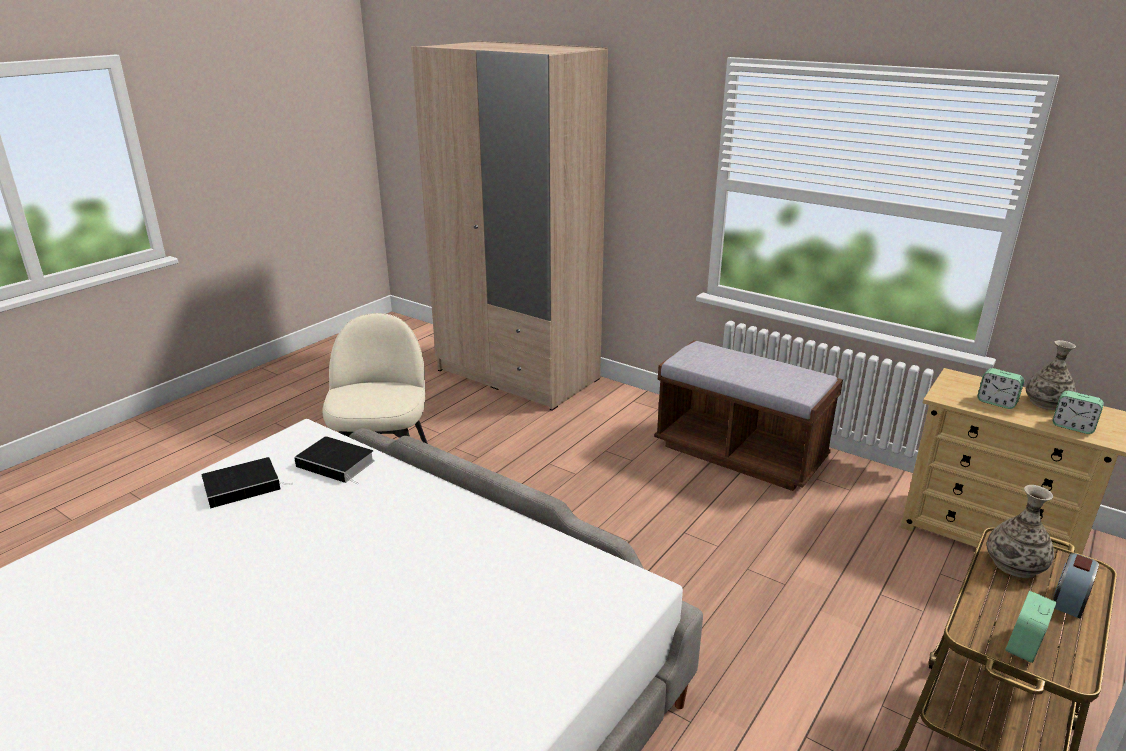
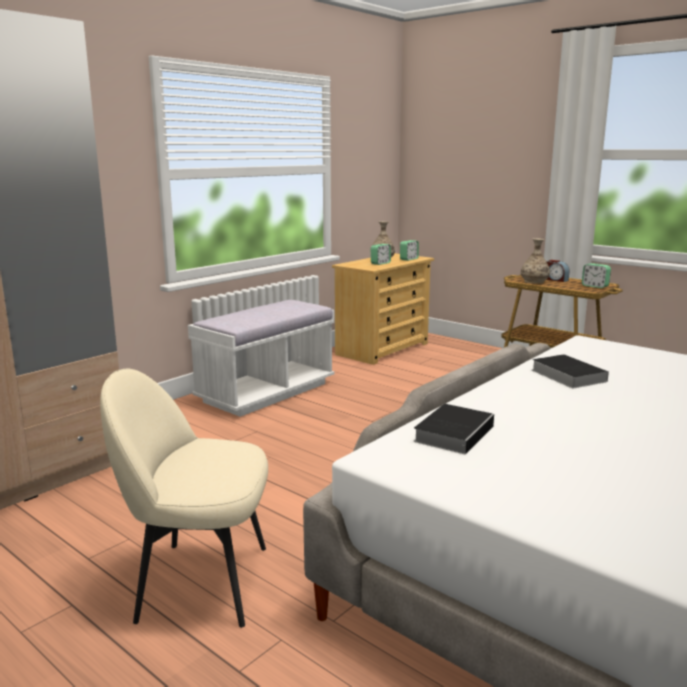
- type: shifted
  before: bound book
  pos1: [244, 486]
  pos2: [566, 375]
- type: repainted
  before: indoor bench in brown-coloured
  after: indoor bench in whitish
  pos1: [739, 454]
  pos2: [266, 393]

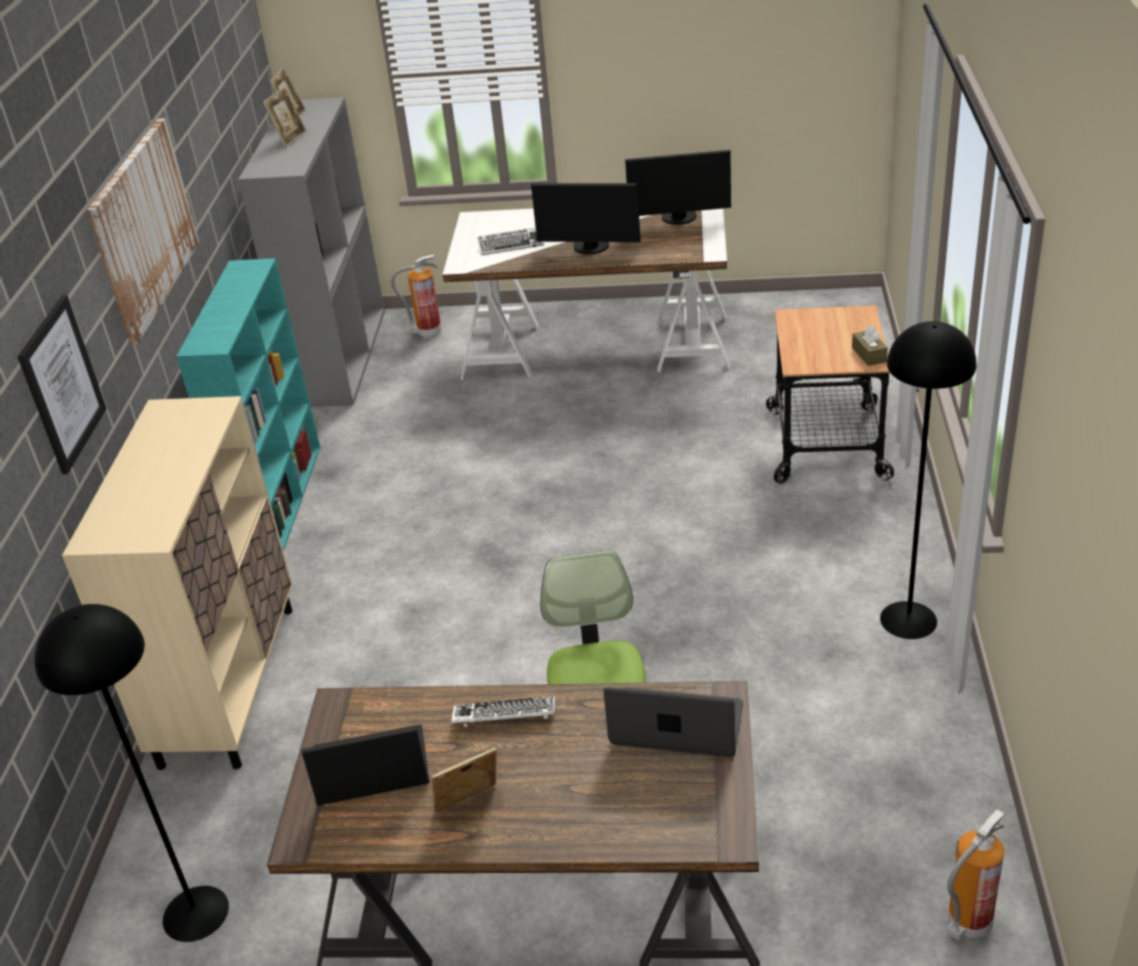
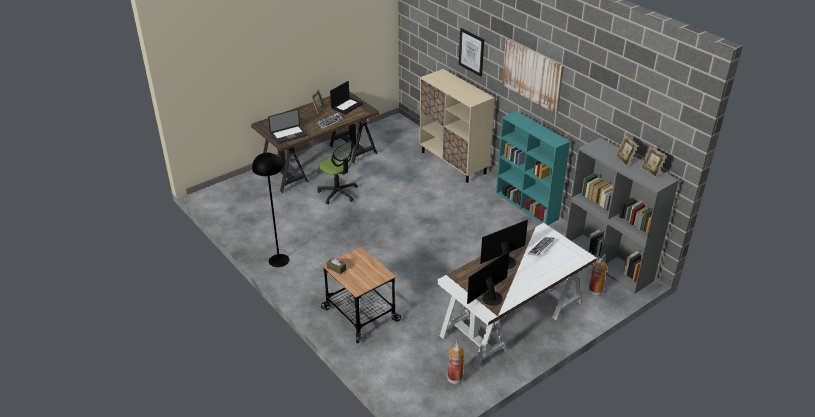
- type: gone
  before: standard lamp in black
  pos1: [195, 913]
- type: shifted
  before: fire-fighting cylinder
  pos1: [968, 924]
  pos2: [455, 378]

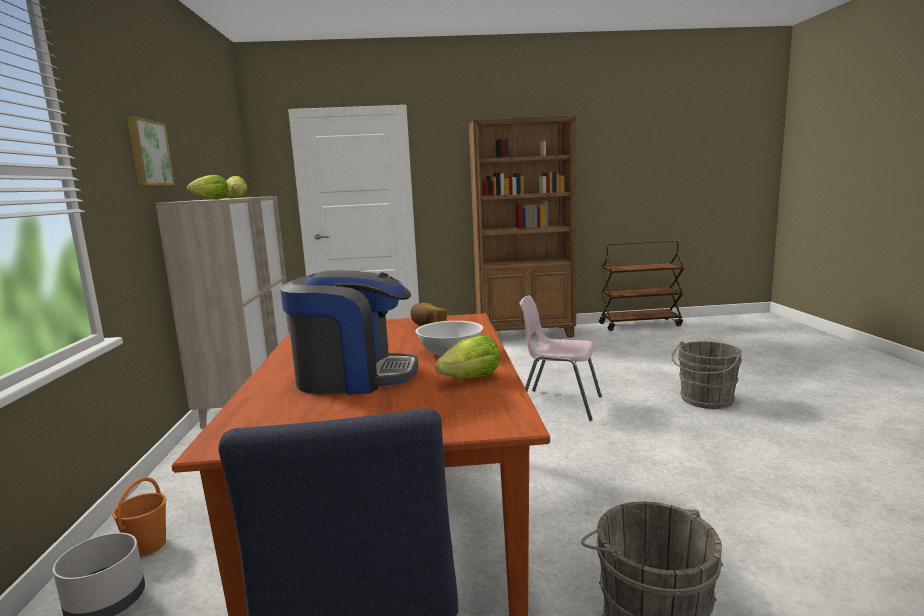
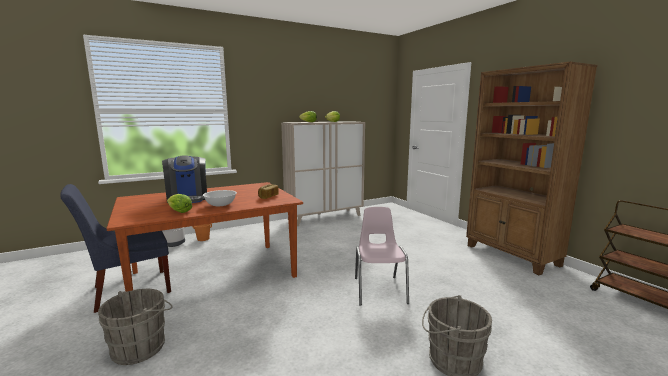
- type: gone
  before: wall picture
  pos1: [148, 153]

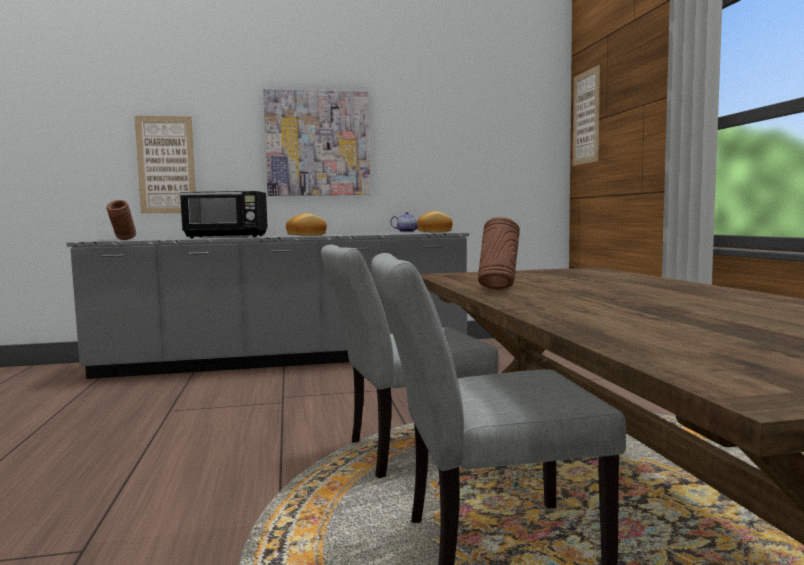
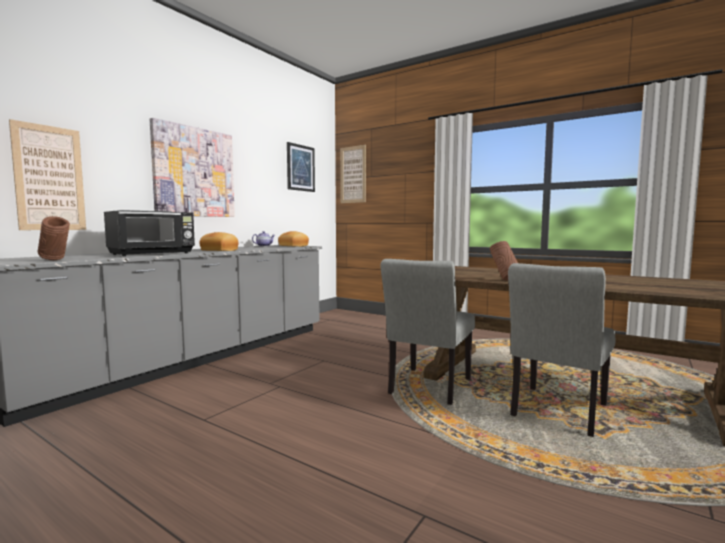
- type: new
  after: wall picture
  pos2: [300, 168]

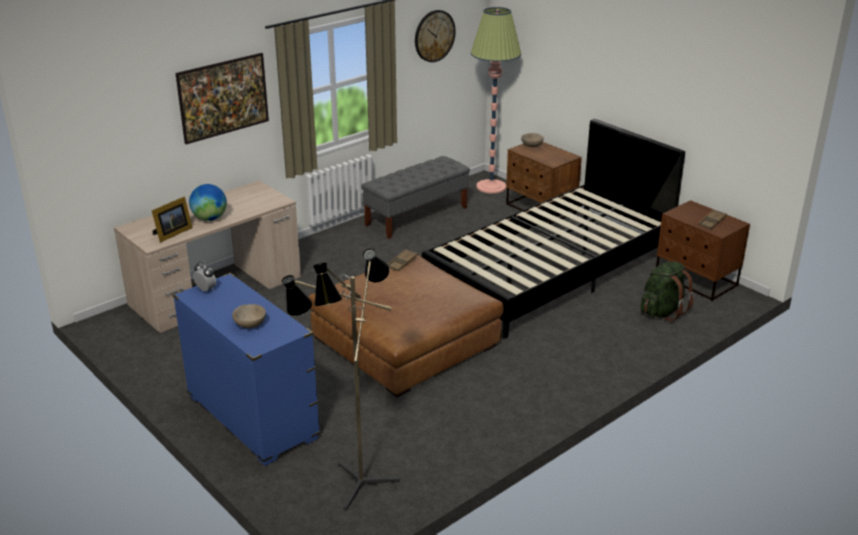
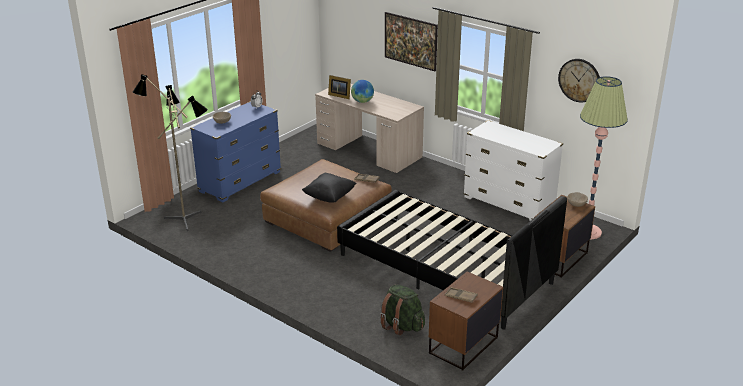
- type: swapped
  before: indoor bench in grey
  after: chest of drawers in whitish
  pos1: [417, 216]
  pos2: [509, 203]
- type: new
  after: cushion in black
  pos2: [329, 197]

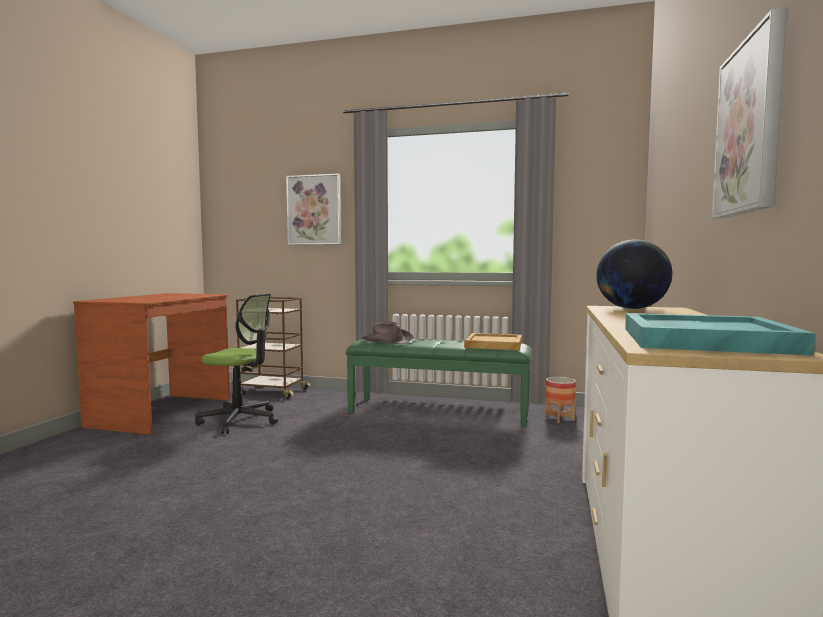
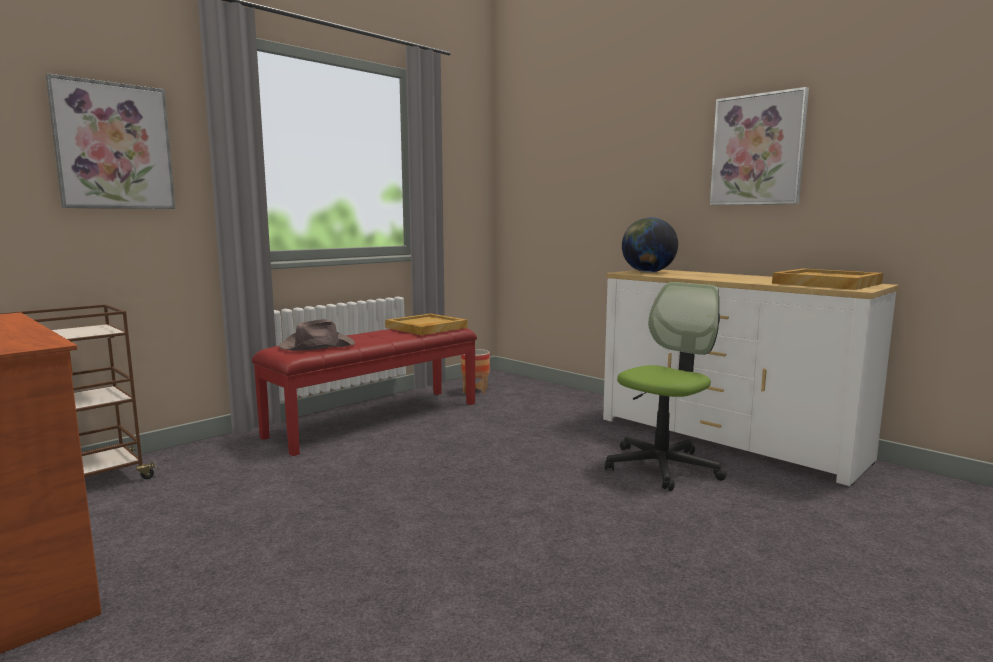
- type: shifted
  before: desk chair
  pos1: [240, 420]
  pos2: [662, 467]
- type: repainted
  before: indoor bench in green
  after: indoor bench in reddish
  pos1: [439, 411]
  pos2: [376, 419]
- type: repainted
  before: tray in turquoise-coloured
  after: tray in sand-coloured
  pos1: [702, 340]
  pos2: [825, 283]

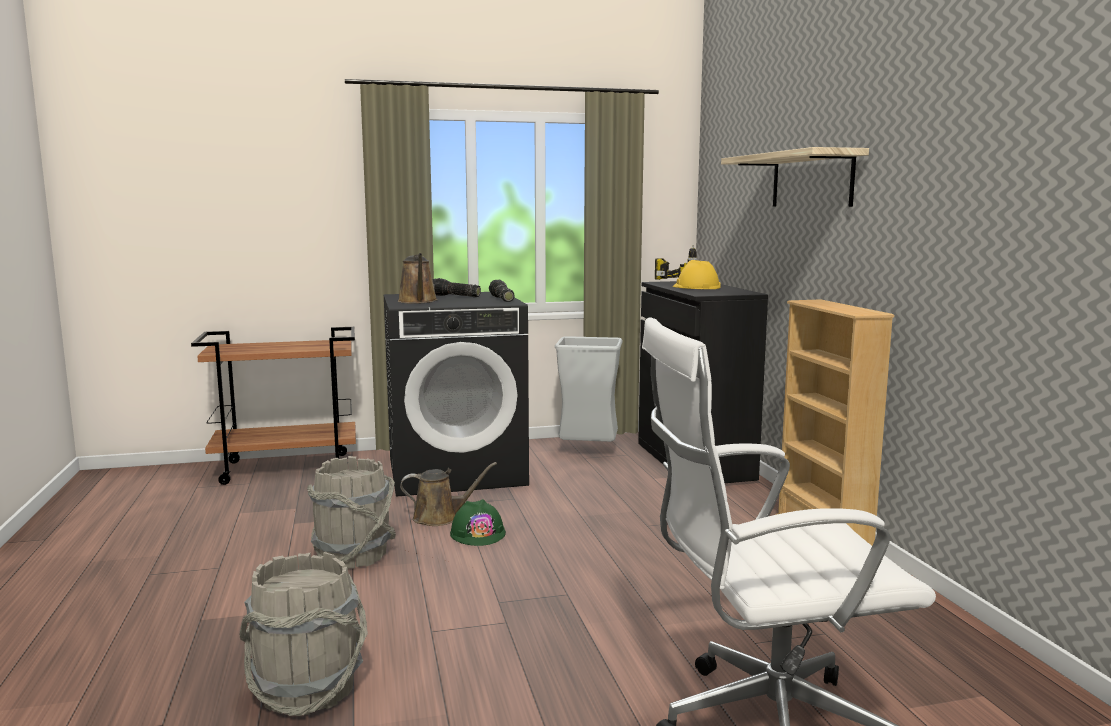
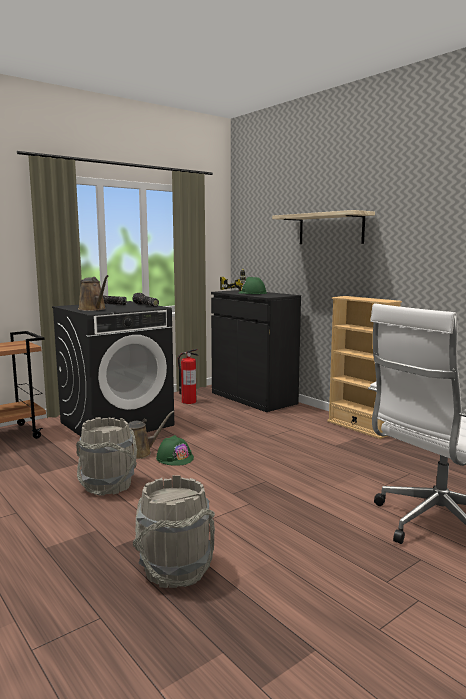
- type: swapped
  before: waste bin in grey
  after: fire-fighting cylinder
  pos1: [589, 453]
  pos2: [188, 401]
- type: repainted
  before: hard hat in yellow
  after: hard hat in green
  pos1: [696, 287]
  pos2: [252, 293]

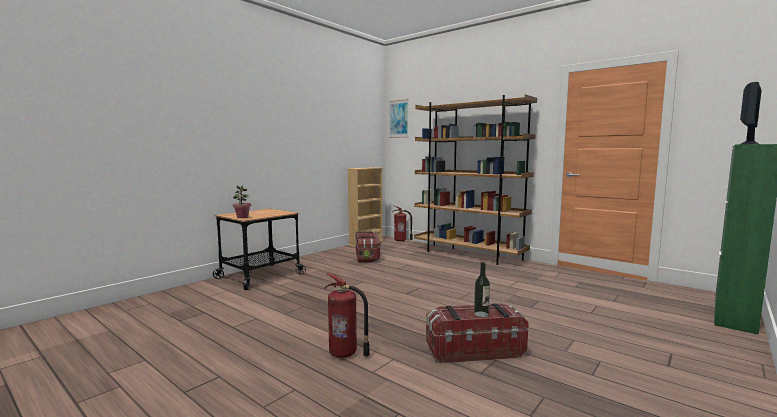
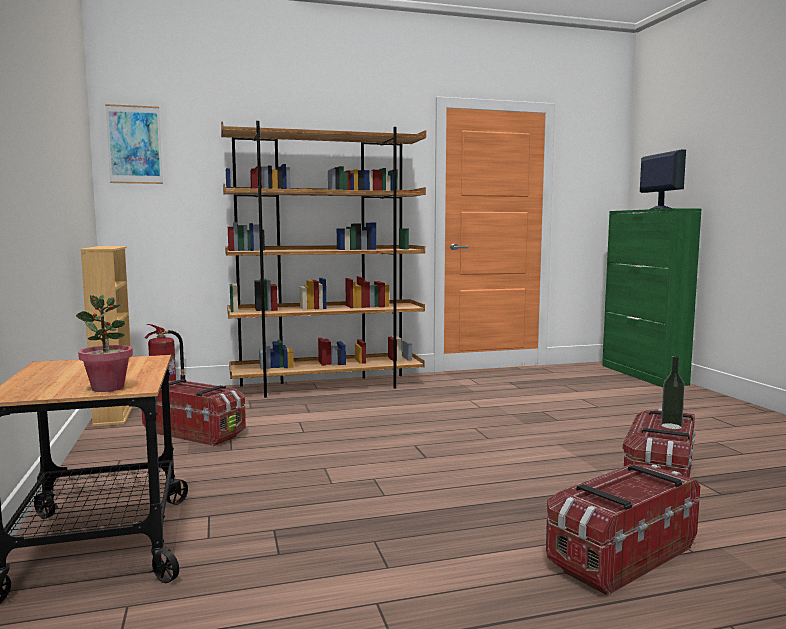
- type: swapped
  before: fire-fighting cylinder
  after: storage box
  pos1: [345, 354]
  pos2: [620, 555]

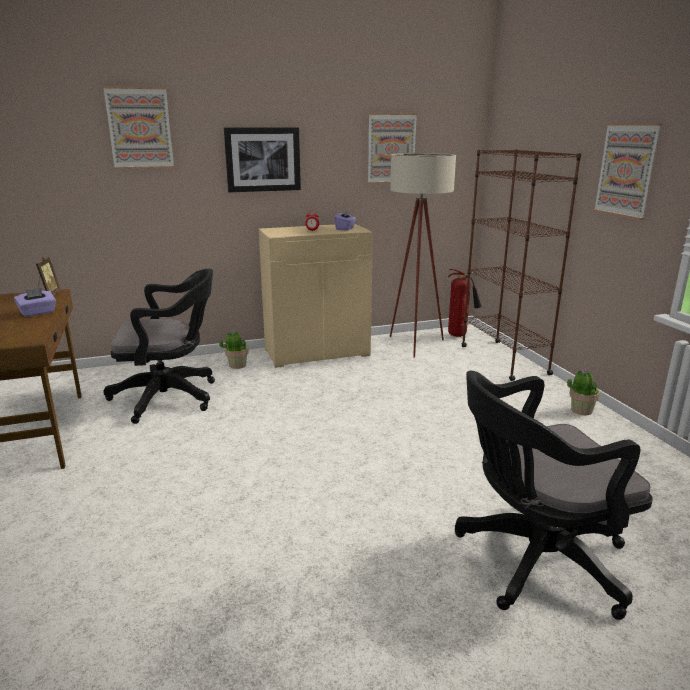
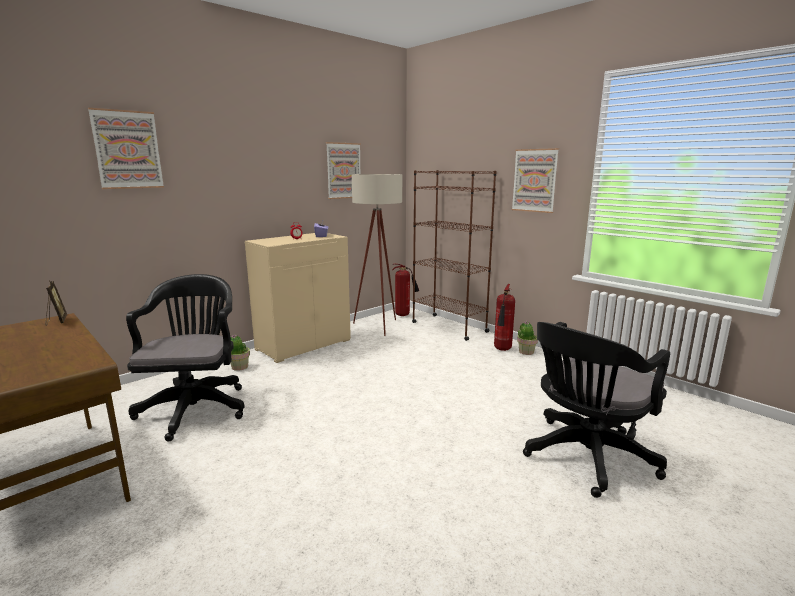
- type: gone
  before: box of tissues in purplish
  pos1: [38, 313]
- type: rotated
  before: desk chair in black
  pos1: [171, 397]
  pos2: [196, 407]
  turn: -60
- type: gone
  before: wall picture
  pos1: [263, 159]
- type: new
  after: fire-fighting cylinder
  pos2: [502, 350]

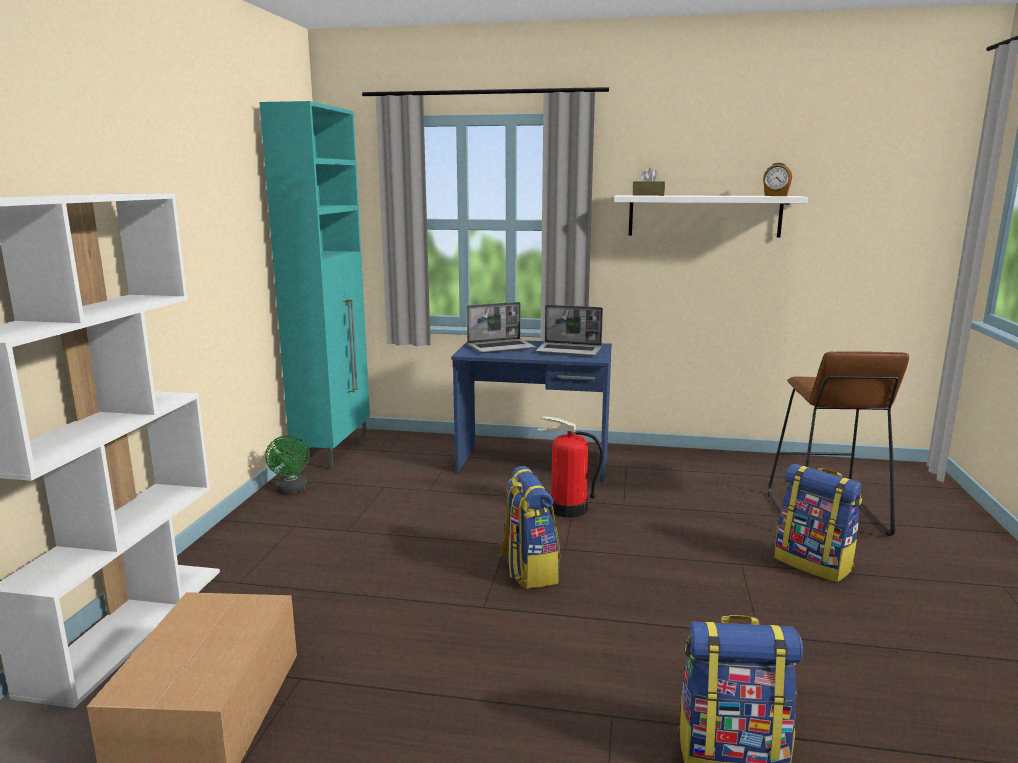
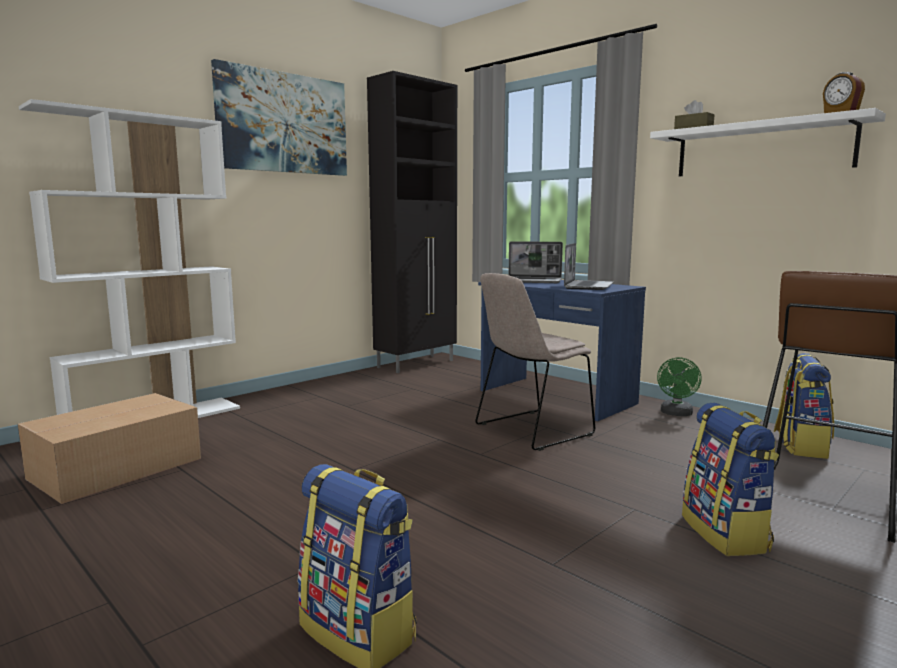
- type: repainted
  before: storage cabinet in turquoise-coloured
  after: storage cabinet in black
  pos1: [334, 450]
  pos2: [417, 364]
- type: shifted
  before: cooling fan in green
  pos1: [291, 490]
  pos2: [676, 414]
- type: shifted
  before: rucksack
  pos1: [528, 570]
  pos2: [800, 446]
- type: rotated
  before: notebook computer
  pos1: [570, 351]
  pos2: [588, 286]
  turn: -120
- type: swapped
  before: fire-fighting cylinder
  after: upright chair in sand-coloured
  pos1: [568, 509]
  pos2: [531, 431]
- type: new
  after: wall picture
  pos2: [283, 123]

